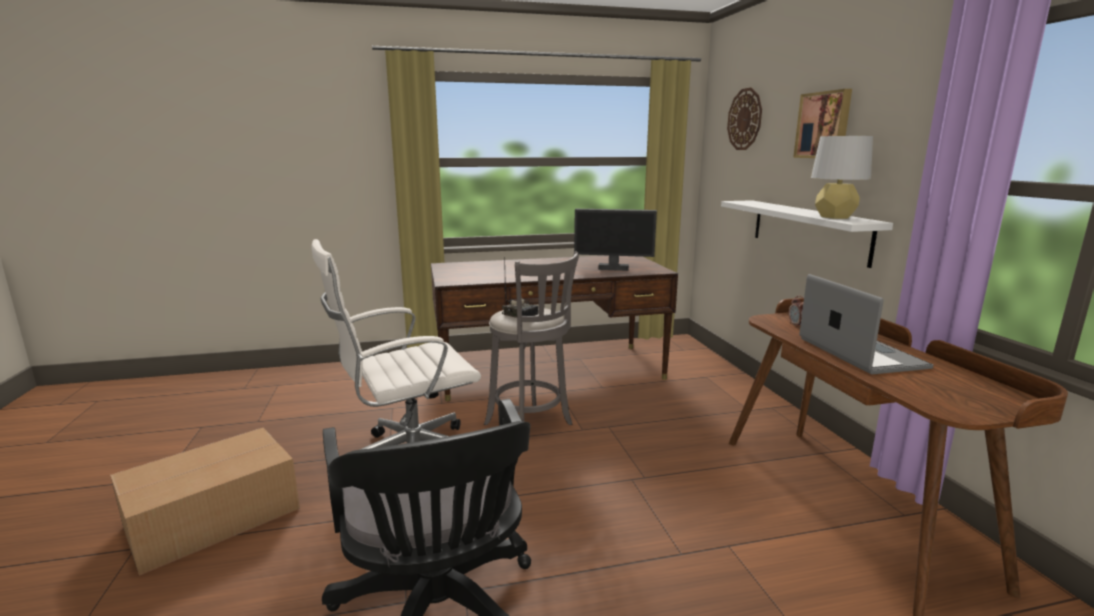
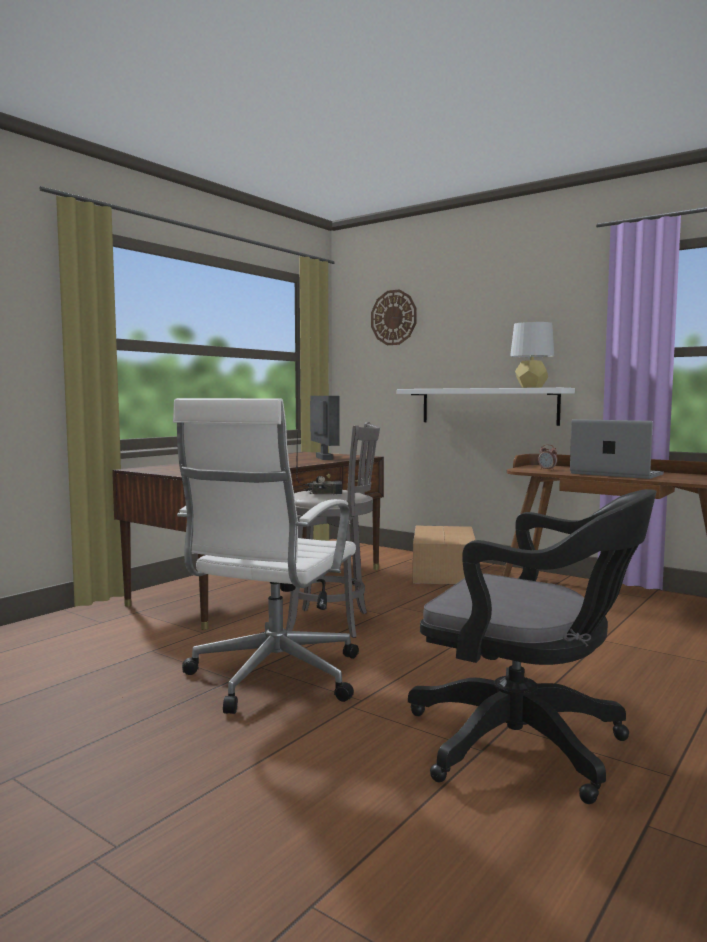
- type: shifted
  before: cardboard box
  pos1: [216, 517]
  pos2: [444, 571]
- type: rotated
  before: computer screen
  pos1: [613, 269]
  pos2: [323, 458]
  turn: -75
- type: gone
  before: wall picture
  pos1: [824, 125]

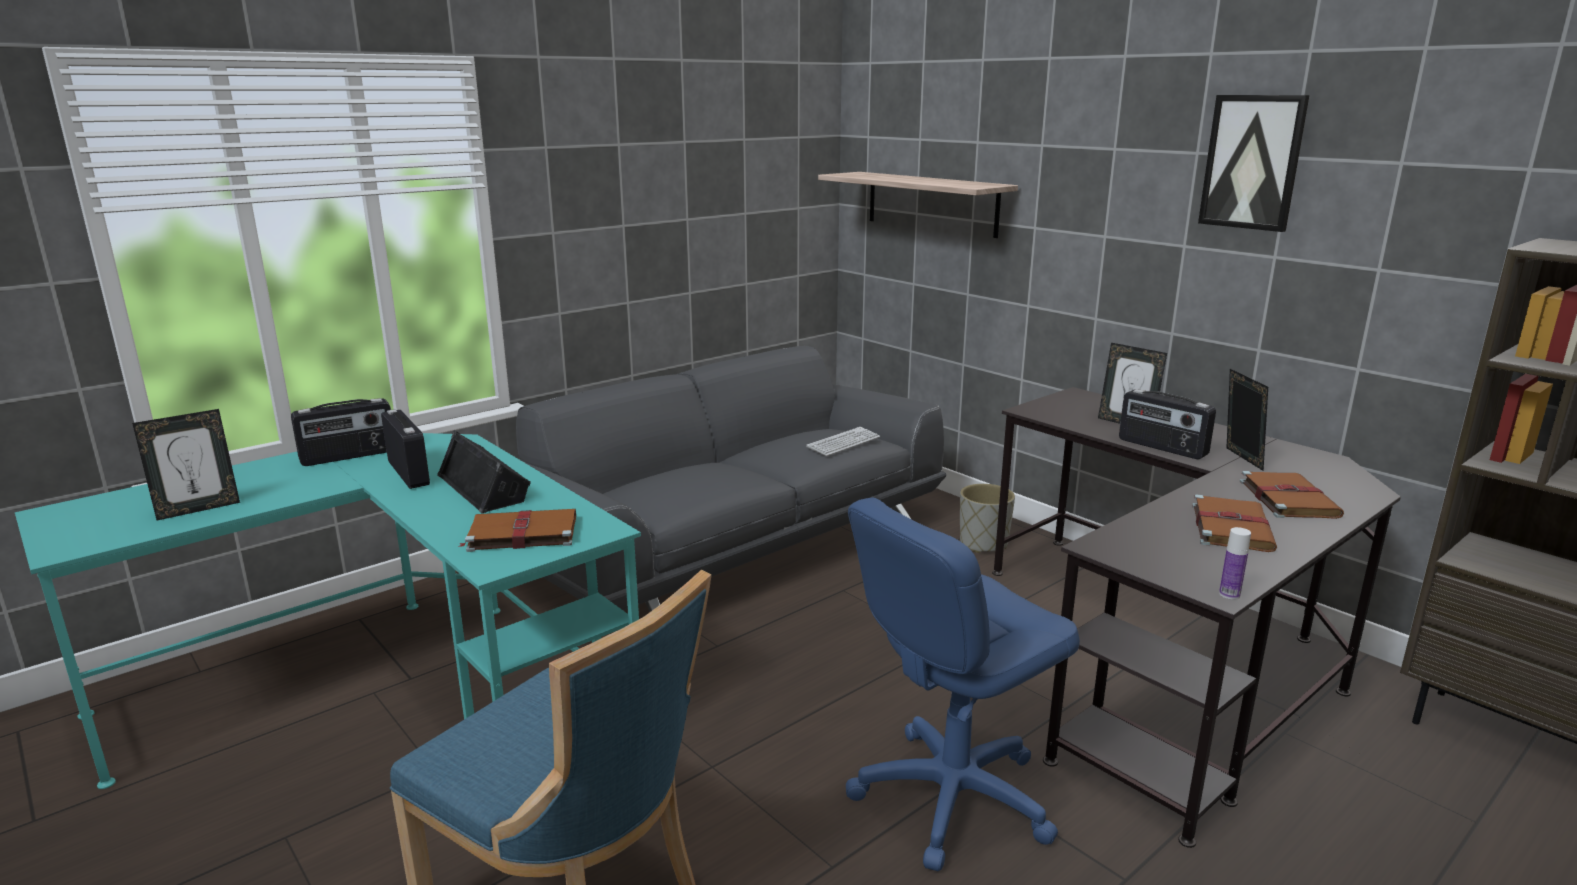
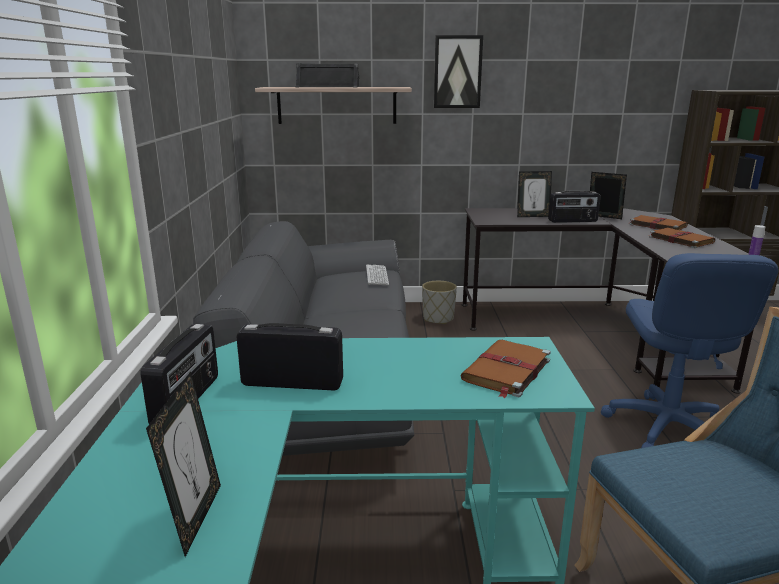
- type: shifted
  before: loudspeaker in black
  pos1: [485, 486]
  pos2: [328, 87]
- type: shifted
  before: wall picture
  pos1: [1252, 162]
  pos2: [457, 72]

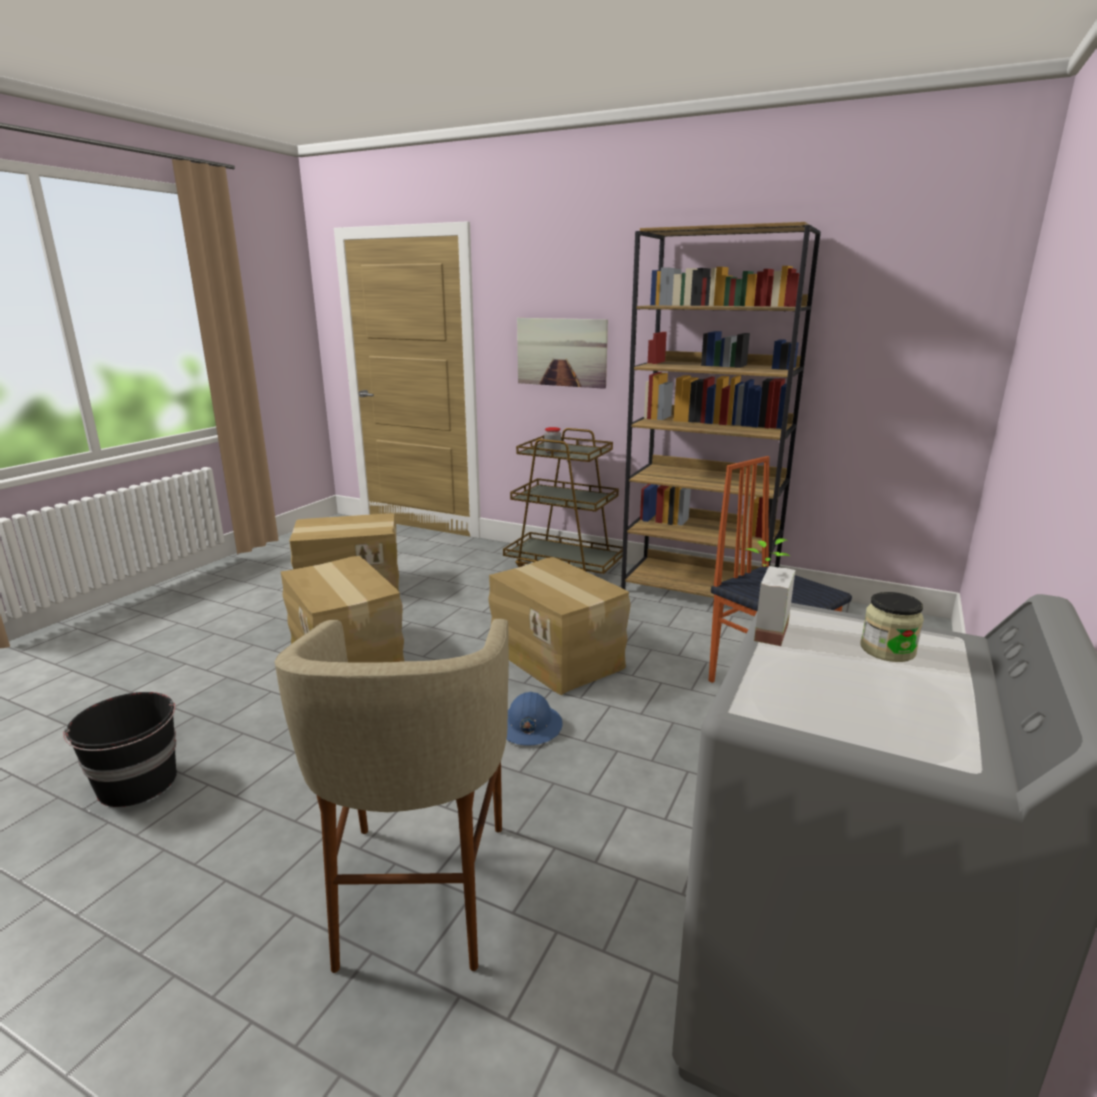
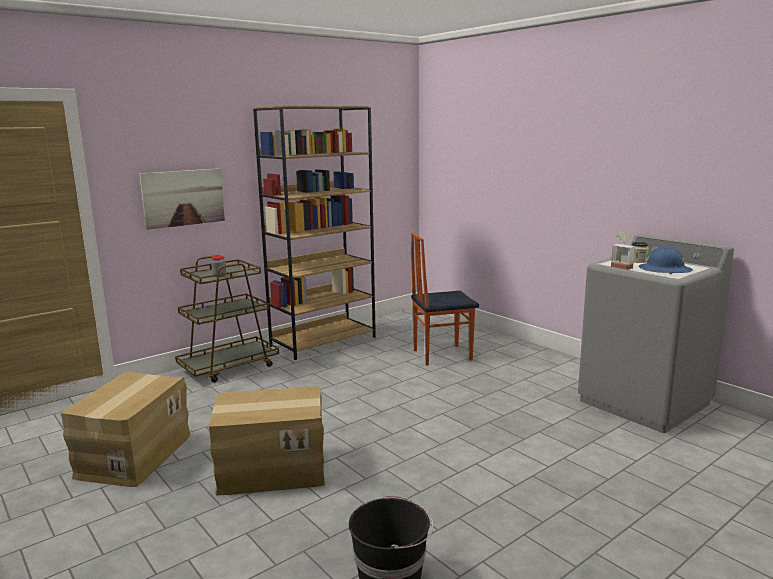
- type: gone
  before: stool seat in sand-coloured
  pos1: [419, 892]
- type: gone
  before: cardboard box
  pos1: [558, 656]
- type: shifted
  before: hard hat in blue
  pos1: [529, 726]
  pos2: [665, 270]

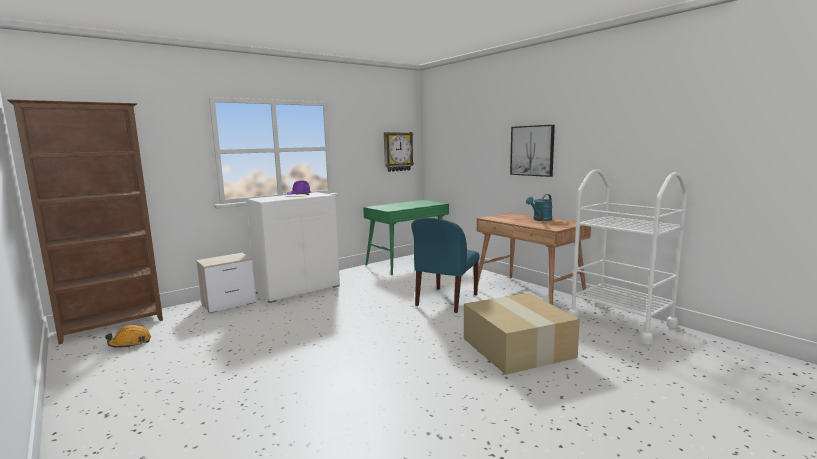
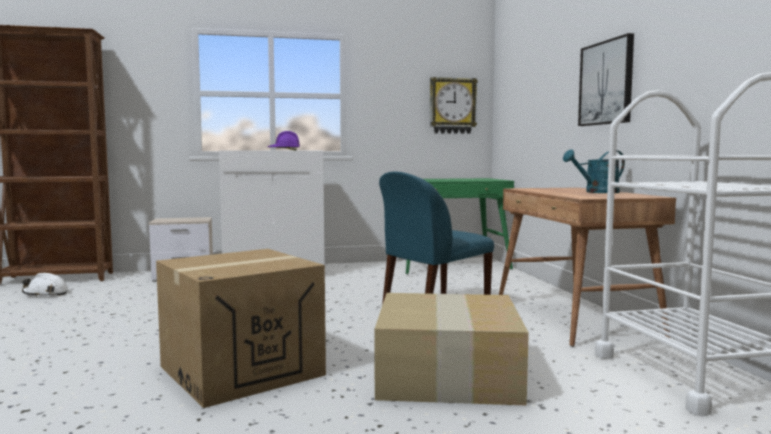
- type: repainted
  before: hard hat in orange-coloured
  after: hard hat in whitish
  pos1: [130, 343]
  pos2: [45, 294]
- type: new
  after: cardboard box
  pos2: [241, 370]

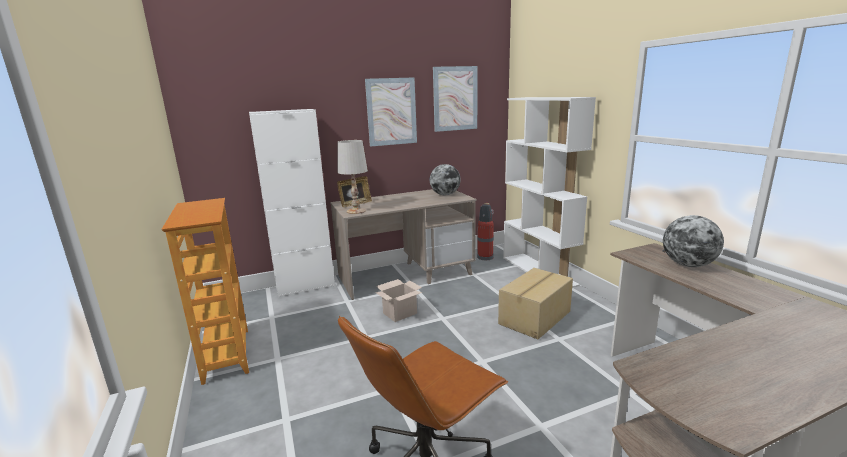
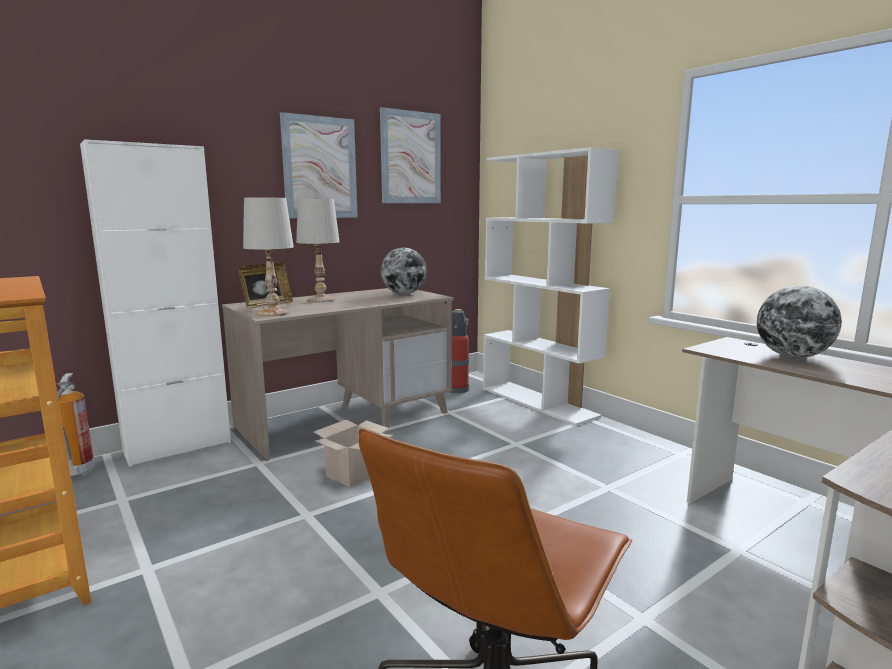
- type: gone
  before: cardboard box
  pos1: [536, 318]
- type: new
  after: fire-fighting cylinder
  pos2: [77, 472]
- type: new
  after: table lamp in whitish
  pos2: [320, 300]

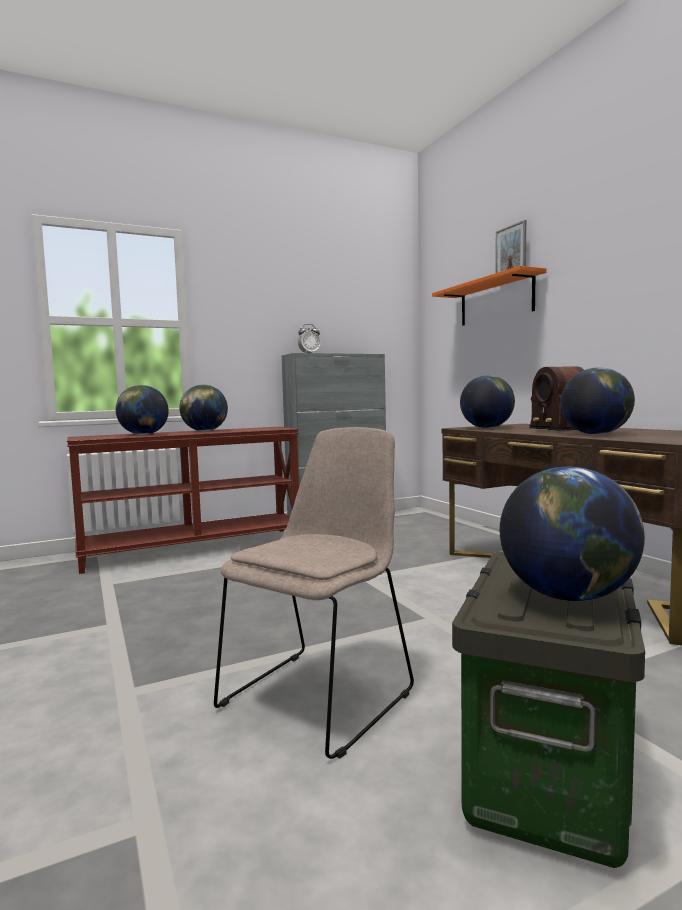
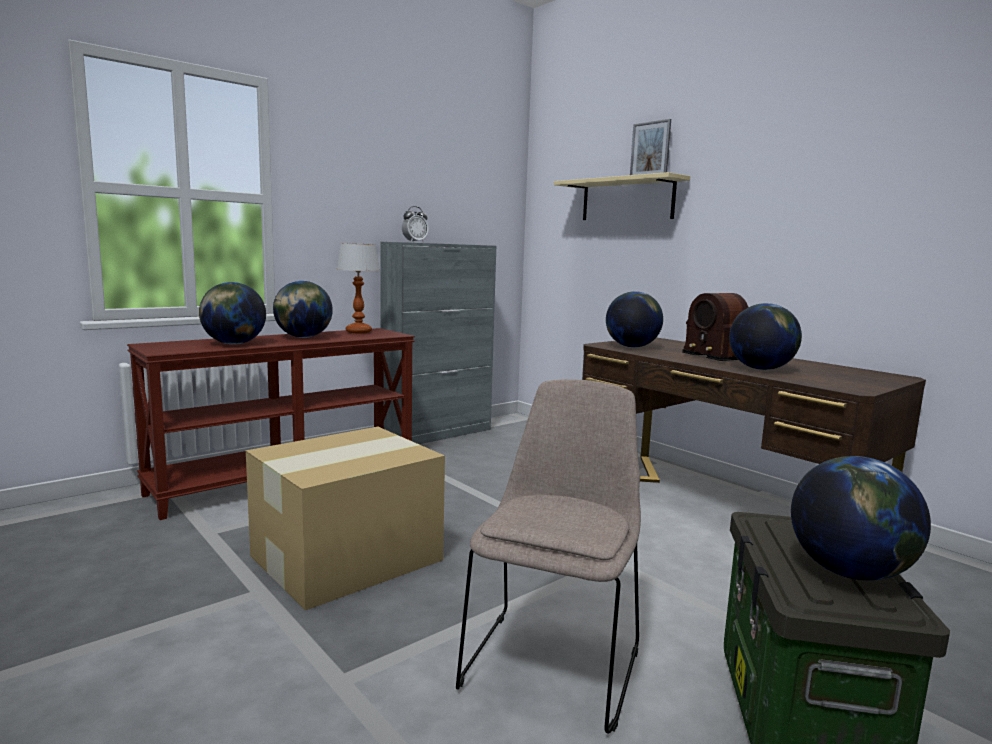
- type: repainted
  before: shelf in orange-coloured
  after: shelf in sand-coloured
  pos1: [496, 300]
  pos2: [627, 200]
- type: new
  after: cardboard box
  pos2: [349, 557]
- type: new
  after: table lamp
  pos2: [359, 332]

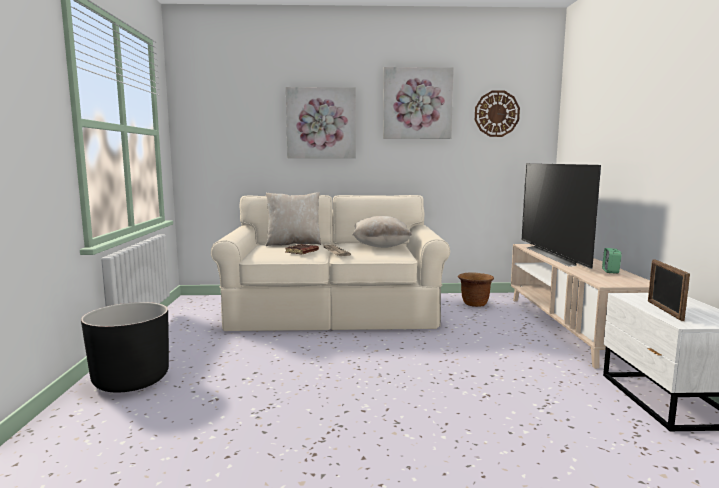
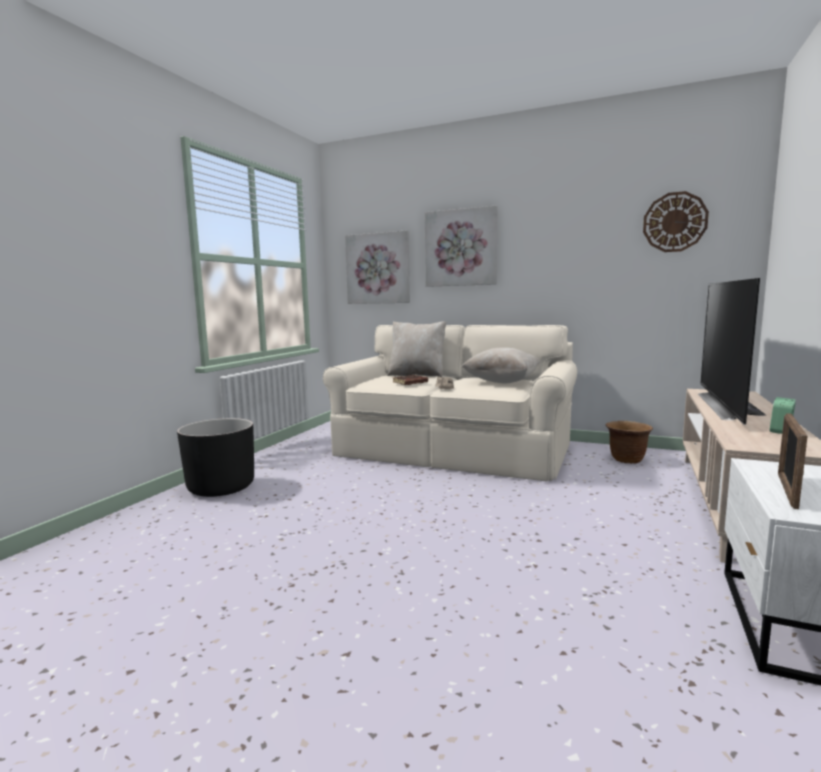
- type: shifted
  before: wall picture
  pos1: [417, 103]
  pos2: [378, 268]

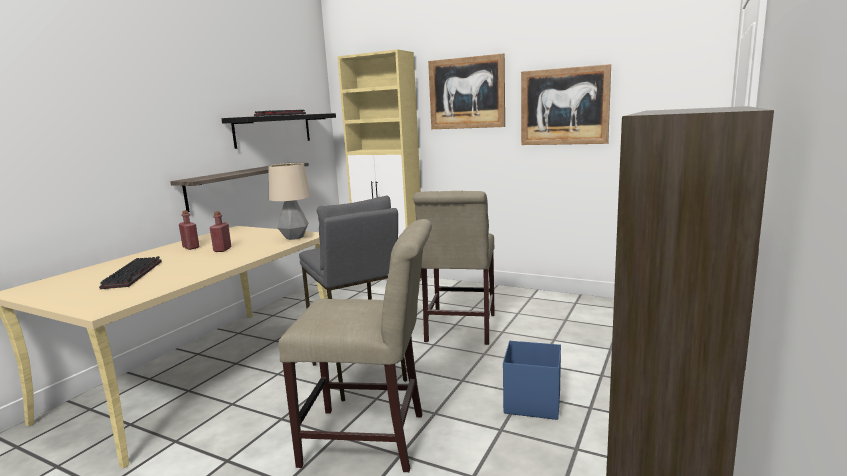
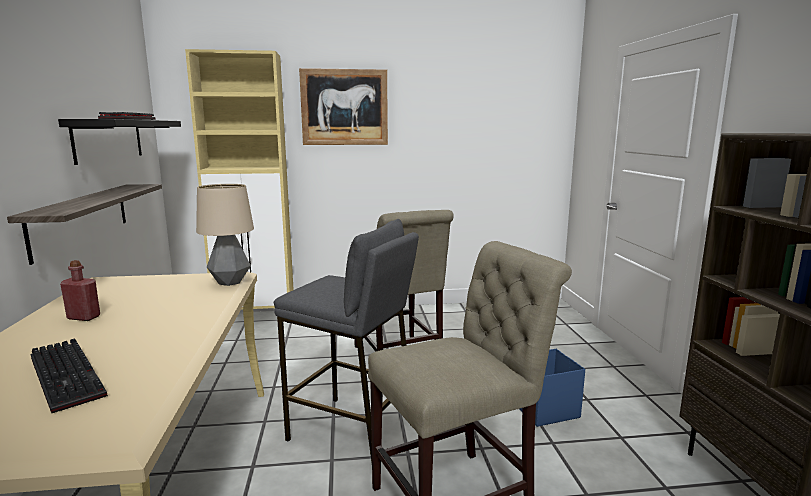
- type: gone
  before: beverage bottle in reddish
  pos1: [222, 250]
- type: gone
  before: wall picture
  pos1: [564, 106]

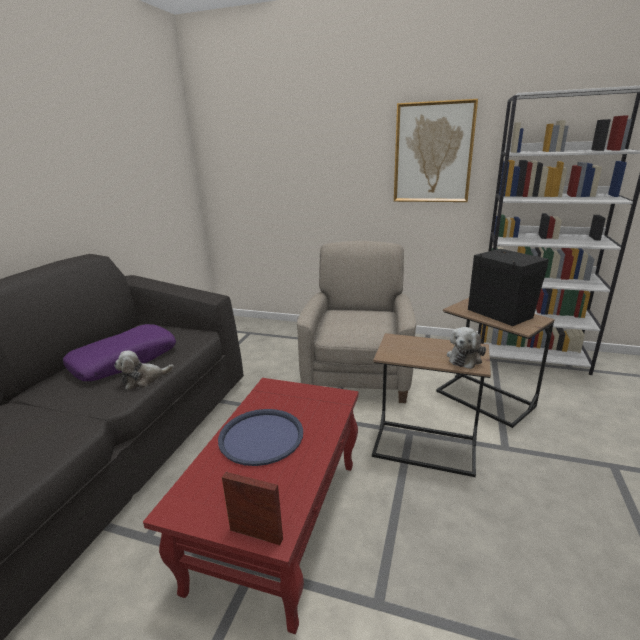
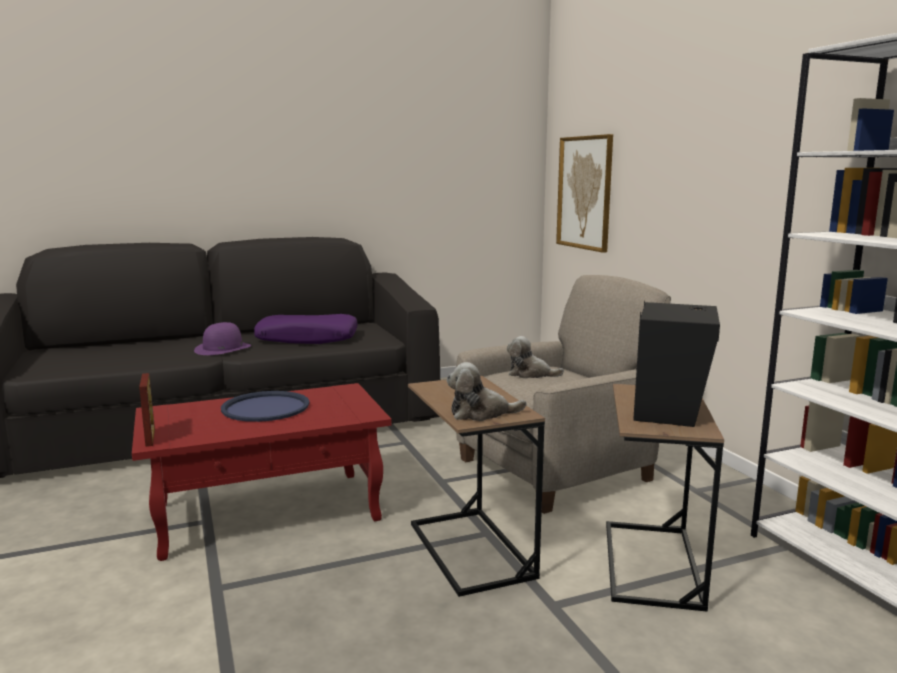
- type: shifted
  before: soft toy
  pos1: [144, 380]
  pos2: [530, 374]
- type: shifted
  before: wall picture
  pos1: [433, 153]
  pos2: [585, 192]
- type: new
  after: wearable hat in purplish
  pos2: [222, 348]

